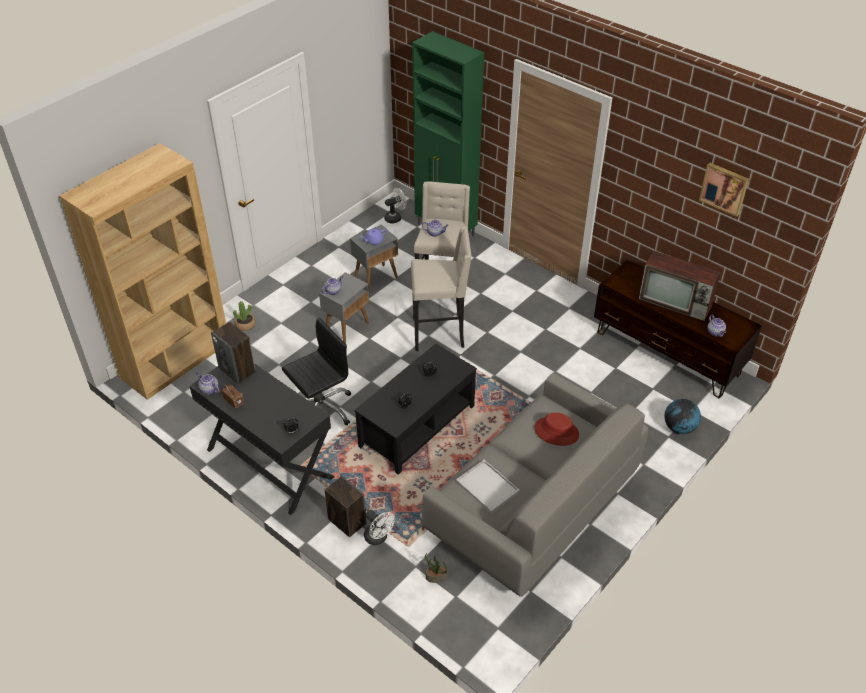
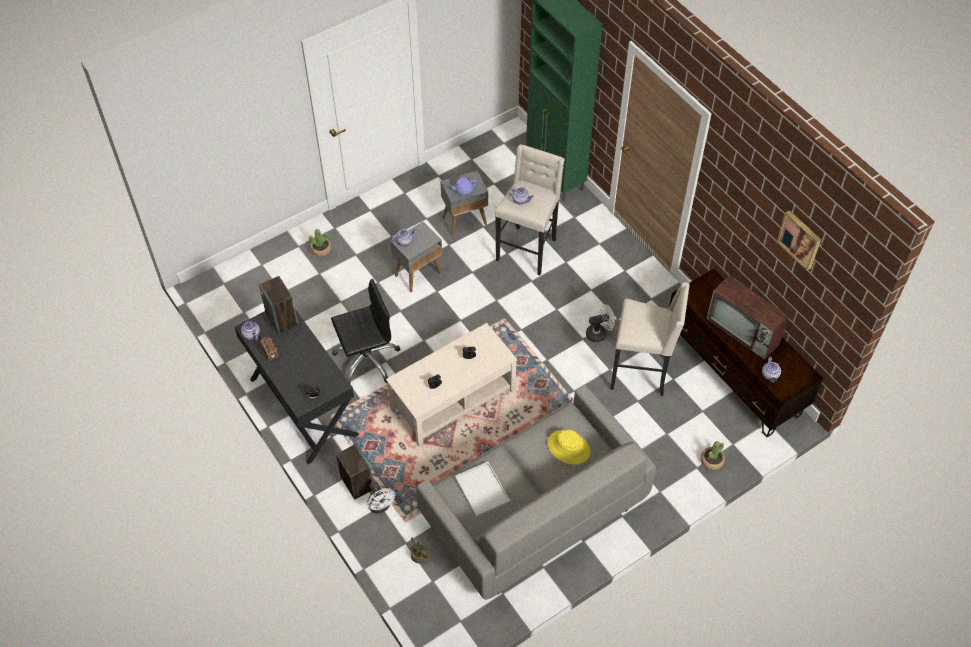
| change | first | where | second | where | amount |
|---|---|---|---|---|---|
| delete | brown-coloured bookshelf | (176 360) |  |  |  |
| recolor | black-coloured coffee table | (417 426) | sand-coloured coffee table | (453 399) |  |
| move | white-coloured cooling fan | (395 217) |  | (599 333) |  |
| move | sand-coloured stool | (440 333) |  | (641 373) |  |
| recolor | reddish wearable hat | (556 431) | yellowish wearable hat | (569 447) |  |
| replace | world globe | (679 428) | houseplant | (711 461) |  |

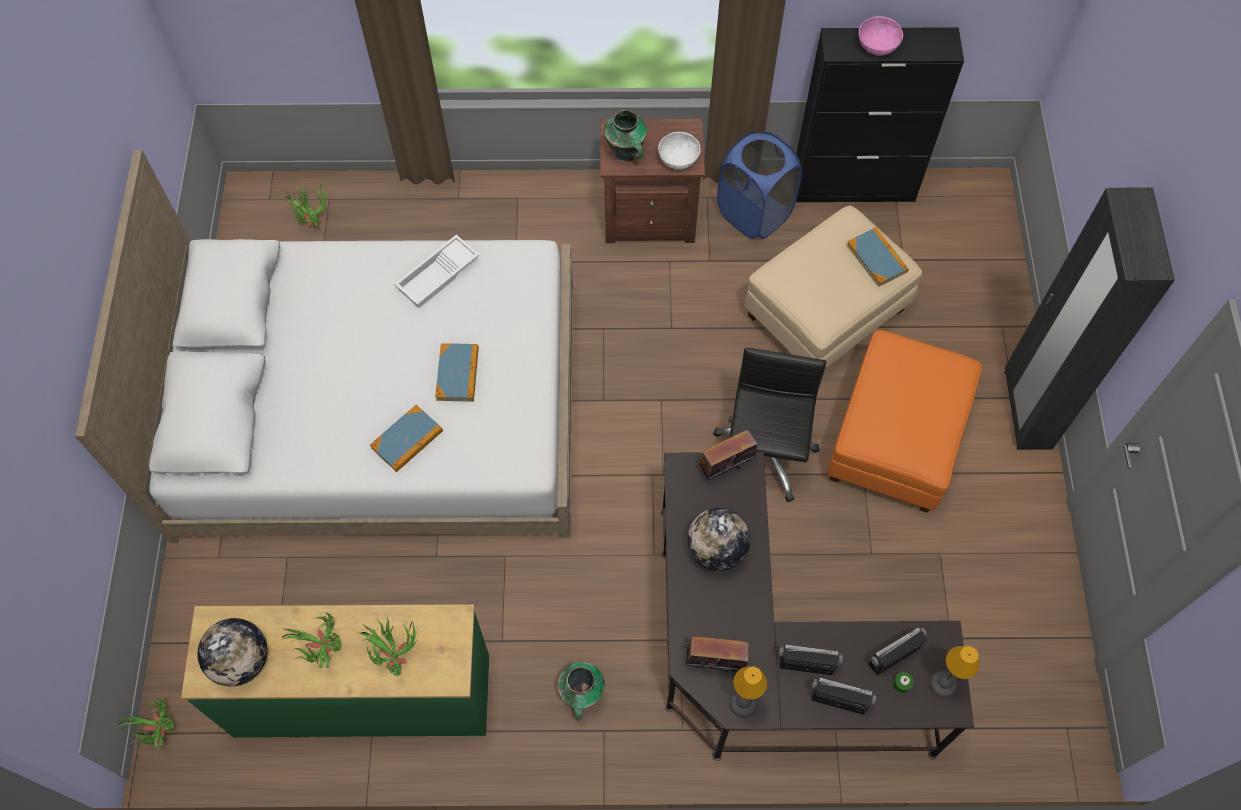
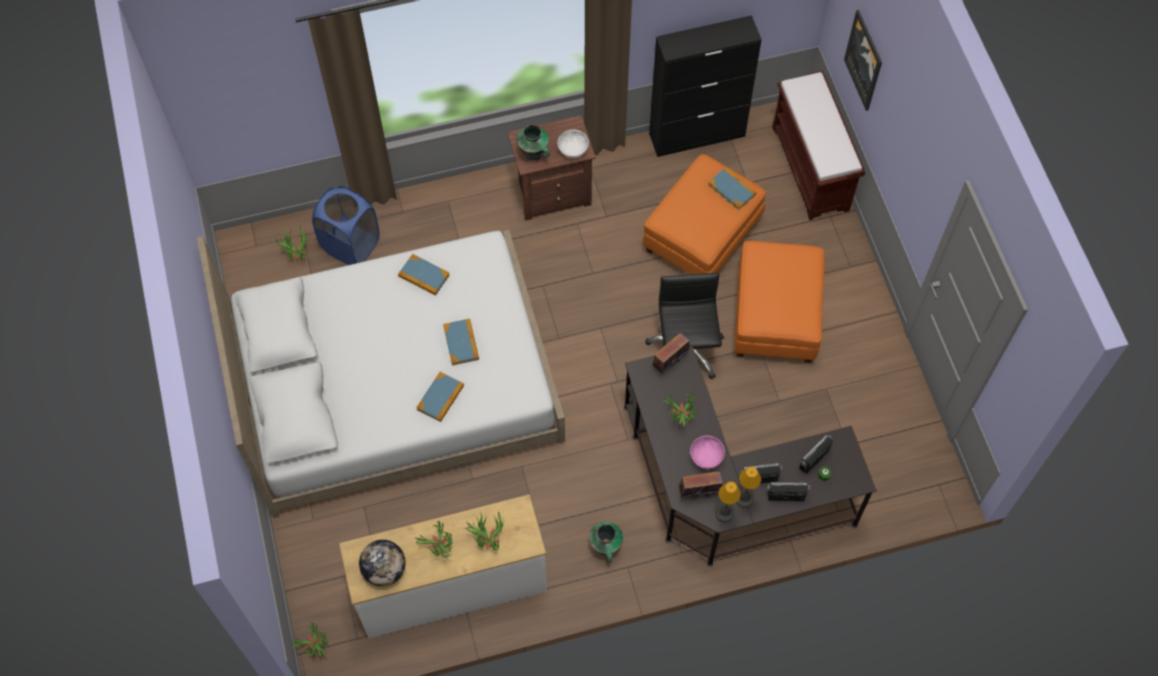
| change | first | where | second | where | amount |
|---|---|---|---|---|---|
| recolor | green-coloured dresser | (363 696) | white-coloured dresser | (451 588) |  |
| replace | white-coloured carrying tray | (438 276) | book | (424 276) |  |
| replace | world globe | (716 550) | houseplant | (679 419) |  |
| move | blue-coloured washing basket | (754 213) |  | (351 245) |  |
| recolor | sand-coloured ottoman | (826 314) | orangey ottoman | (702 237) |  |
| move | pinkish serving bowl | (877 45) |  | (706 457) |  |
| move | tabletop lamp | (943 685) |  | (744 499) |  |
| delete | black-coloured armoire | (1026 410) |  |  |  |
| insert |  |  | brown-coloured indoor bench | (811 169) |  |
| insert |  |  | wall art | (864 60) |  |

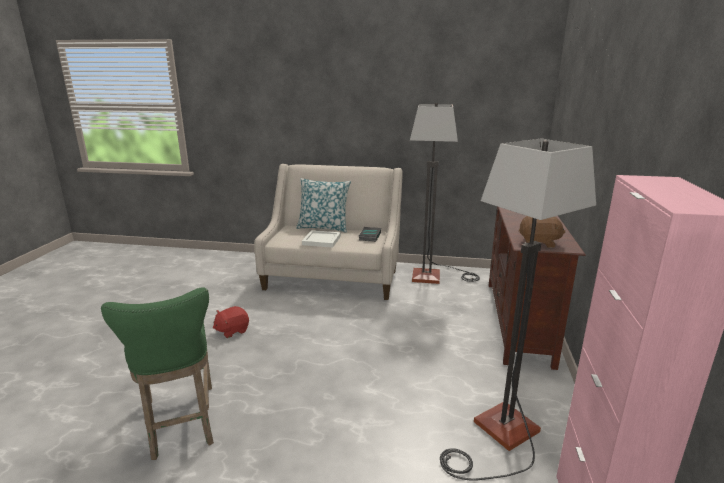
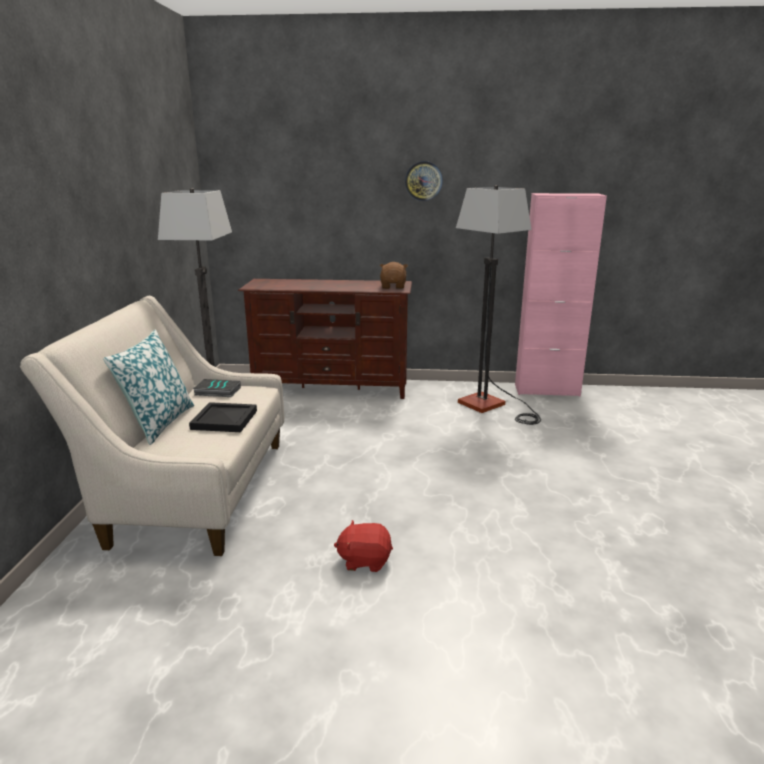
| change | first | where | second | where | amount |
|---|---|---|---|---|---|
| delete | green-coloured stool | (181 424) |  |  |  |
| rotate | reddish plush toy | (232 330) |  | (365 560) | 135 degrees clockwise |
| recolor | white-coloured carrying tray | (321 240) | black-coloured carrying tray | (223 420) |  |
| insert |  |  | hanging clock | (423 181) |  |

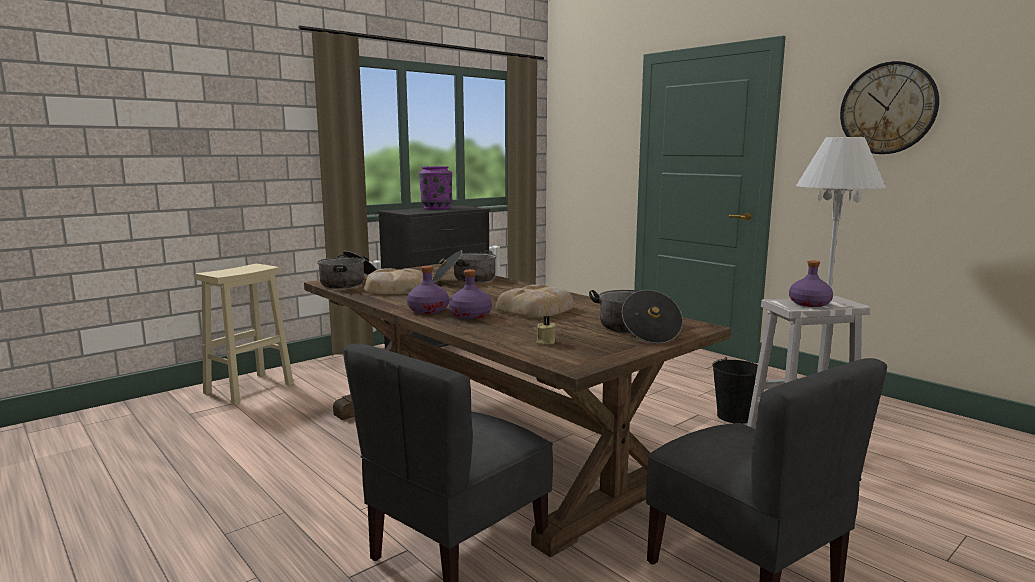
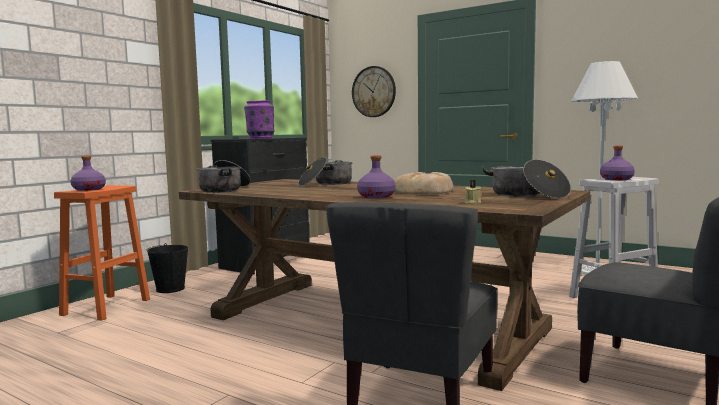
| change | first | where | second | where | amount |
|---|---|---|---|---|---|
| recolor | sand-coloured stool | (250 388) | orangey stool | (107 306) |  |
| delete | bread | (394 289) |  |  |  |
| move | purple drink bottle | (428 310) |  | (89 189) |  |
| move | black-coloured water bucket | (734 416) |  | (170 289) |  |
| move | hanging clock | (888 108) |  | (374 91) |  |

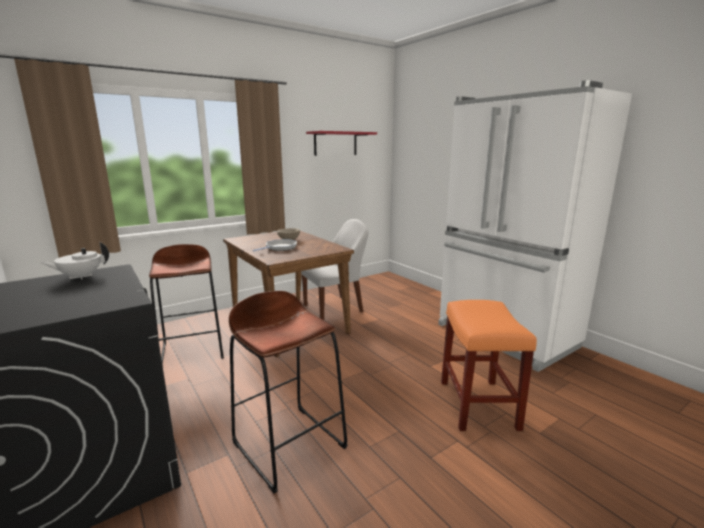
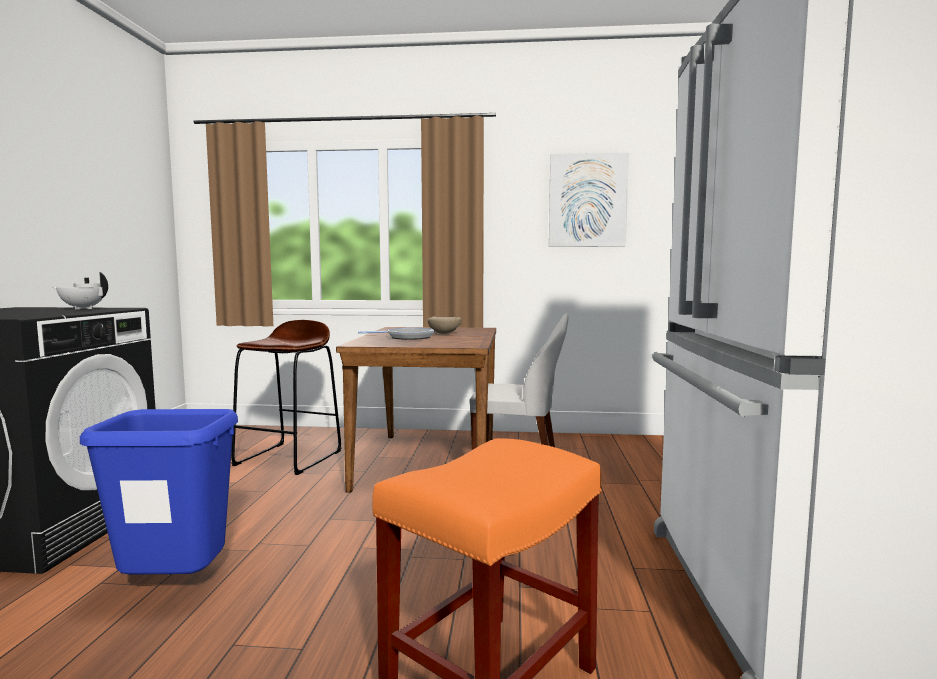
| change | first | where | second | where | amount |
|---|---|---|---|---|---|
| replace | brown-coloured stool | (289 444) | blue-coloured trash can | (176 589) |  |
| replace | reddish shelf | (335 143) | wall art | (587 201) |  |

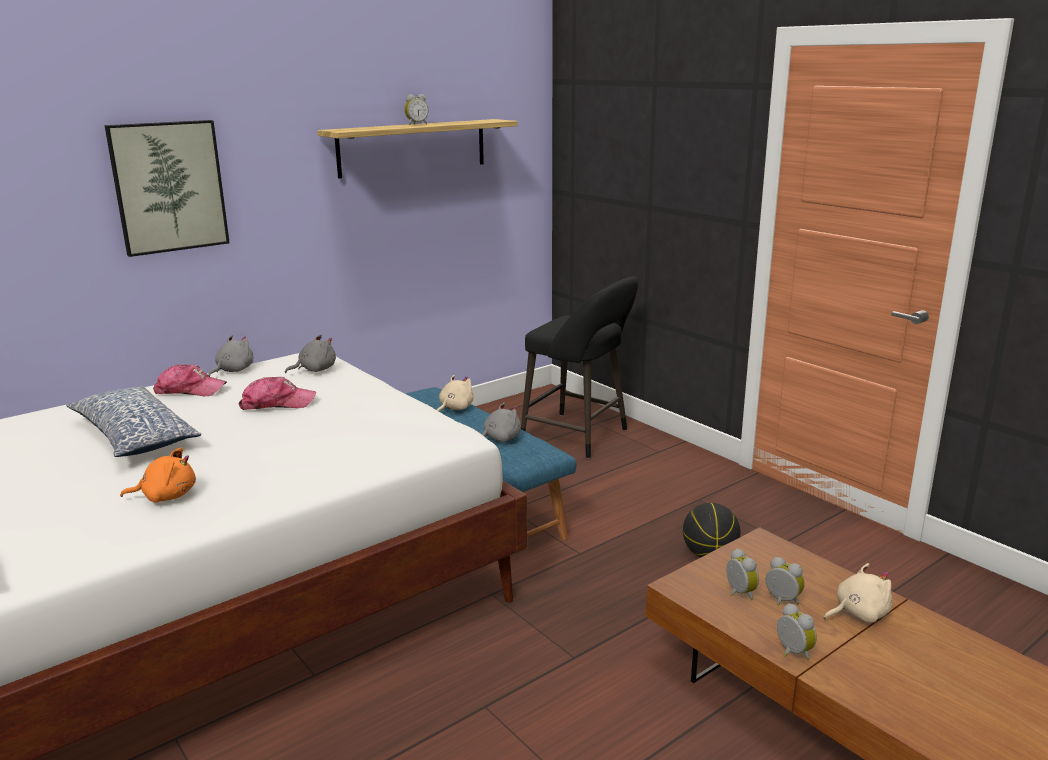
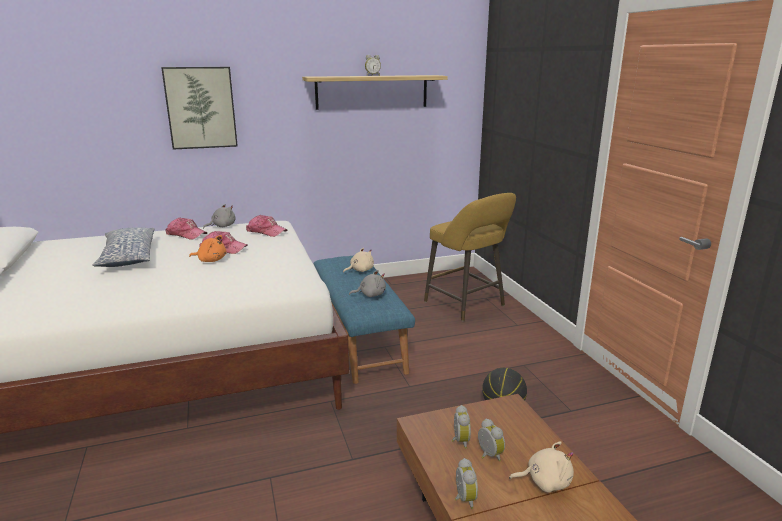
| change | first | where | second | where | amount |
|---|---|---|---|---|---|
| move | orangey plush toy | (166 496) |  | (211 260) |  |
| replace | greyish plush toy | (315 370) | peaked cap | (266 232) |  |
| recolor | black-coloured stool | (580 437) | yellowish stool | (467 305) |  |

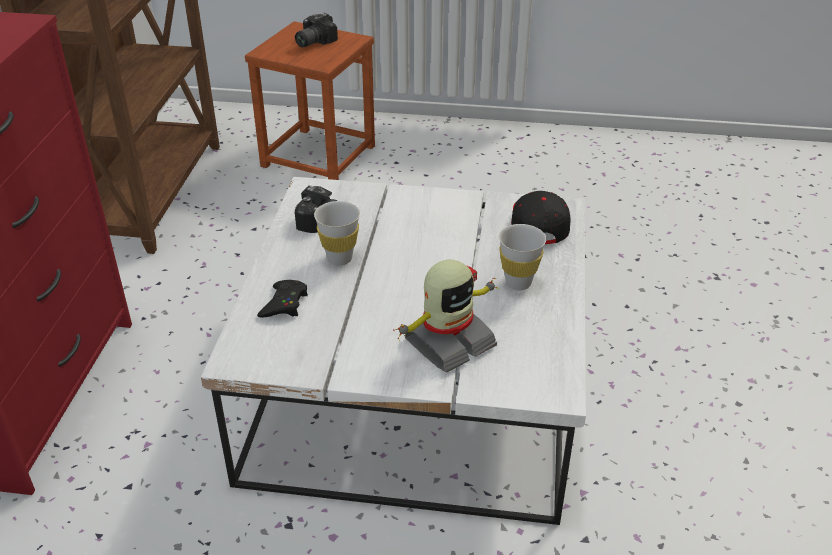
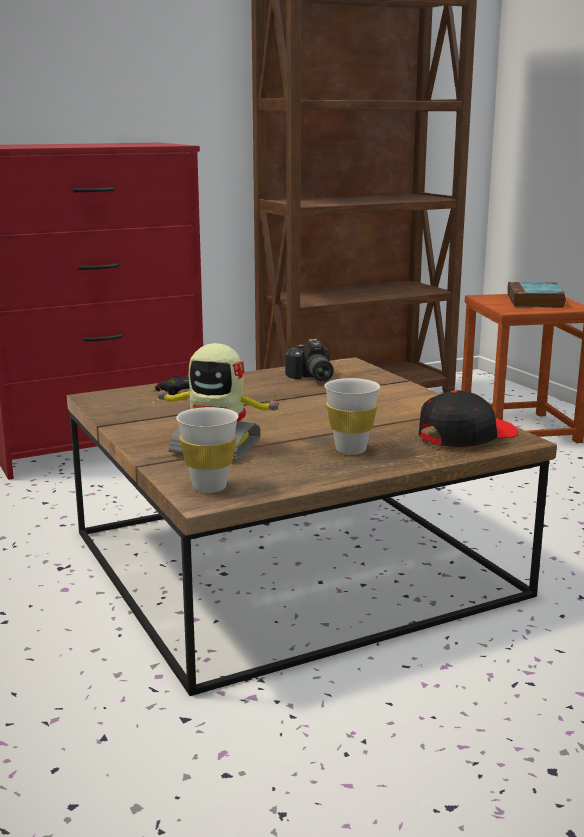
| change | first | where | second | where | amount |
|---|---|---|---|---|---|
| recolor | white-coloured coffee table | (412 385) | brown-coloured coffee table | (287 562) |  |
| replace | still camera | (312 42) | book | (535 301) |  |
| move | white-coloured small cup | (339 258) |  | (209 487) |  |

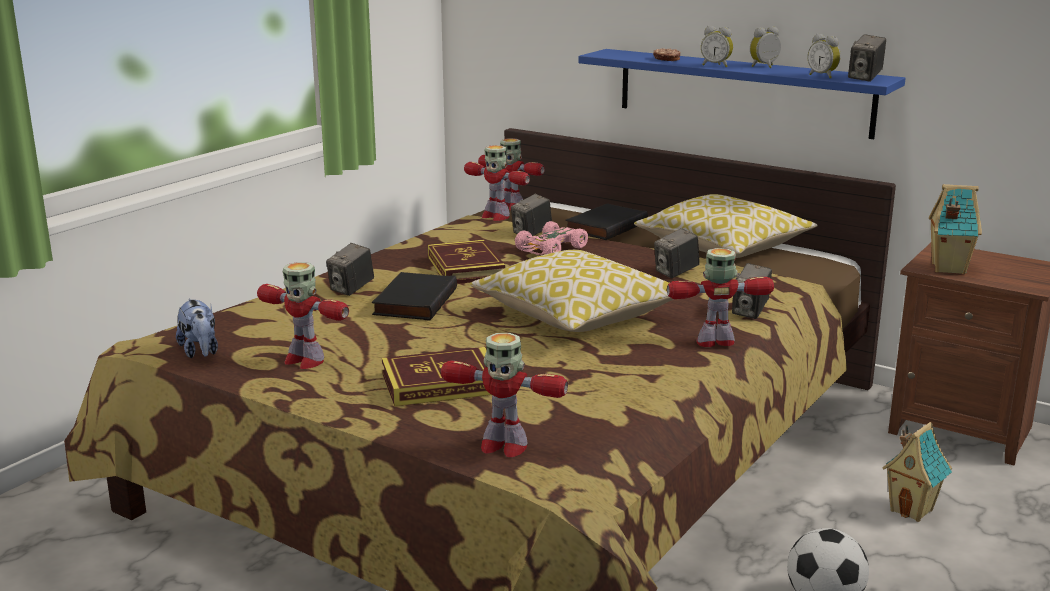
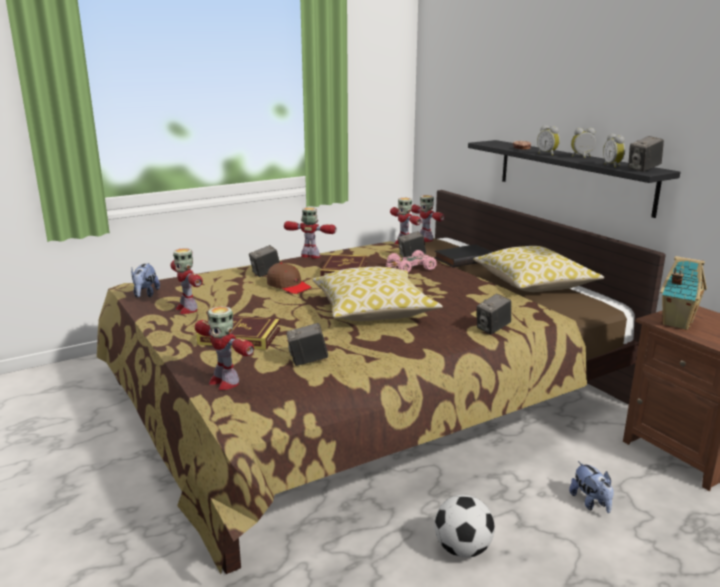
| change | first | where | second | where | amount |
|---|---|---|---|---|---|
| replace | black-coloured book | (413 301) | brown-coloured peaked cap | (288 286) |  |
| recolor | blue-coloured shelf | (742 92) | black-coloured shelf | (573 175) |  |
| move | still camera | (676 273) |  | (307 361) |  |
| move | toy robot | (716 342) |  | (311 256) |  |
| replace | model house | (912 510) | plush toy | (591 503) |  |

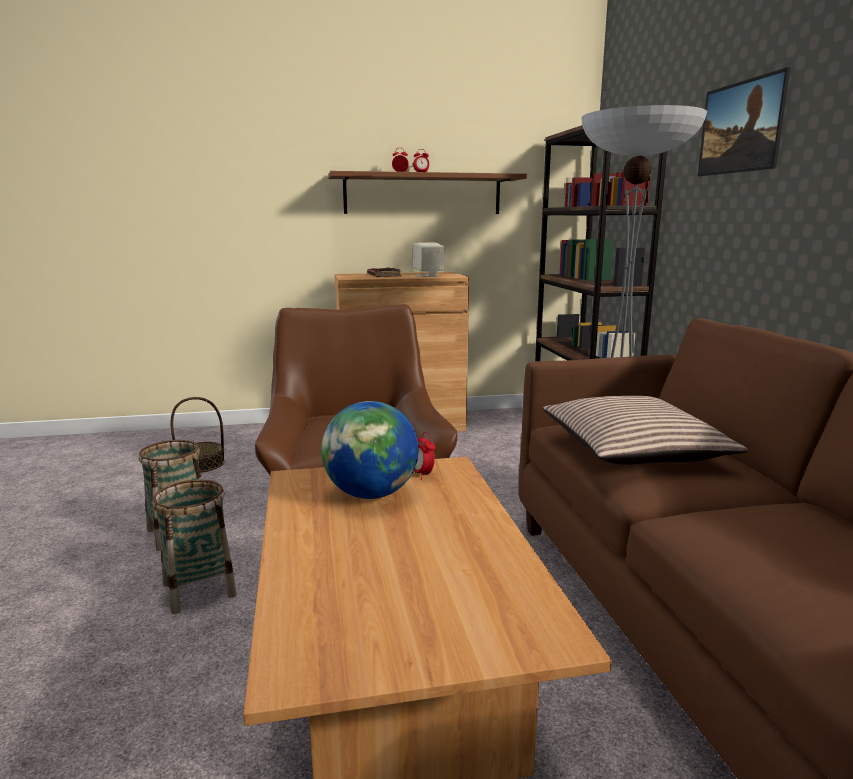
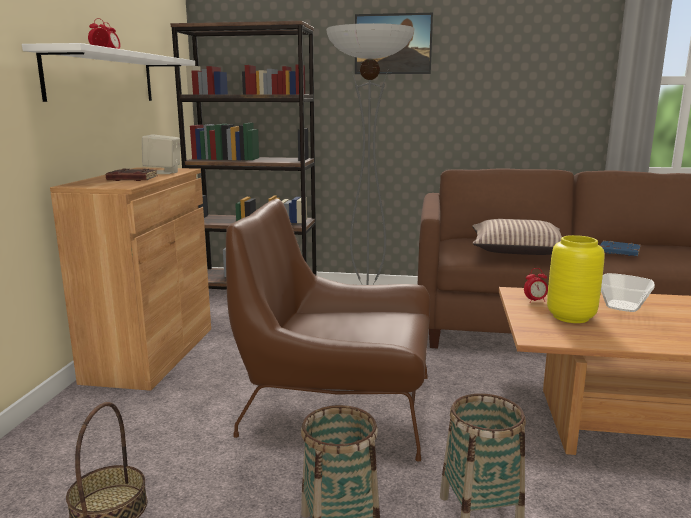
| change | first | where | second | where | amount |
|---|---|---|---|---|---|
| replace | world globe | (371 494) | yellowish vase | (571 317) |  |
| recolor | brown-coloured shelf | (423 194) | white-coloured shelf | (102 77) |  |
| insert |  |  | blue-coloured book | (618 252) |  |
| insert |  |  | serving bowl | (623 306) |  |

